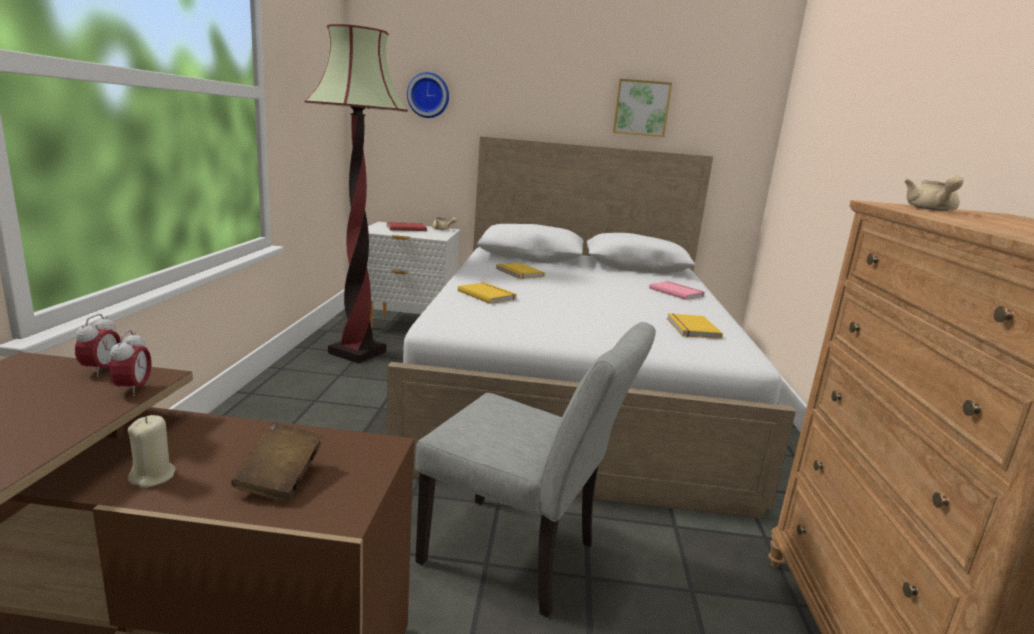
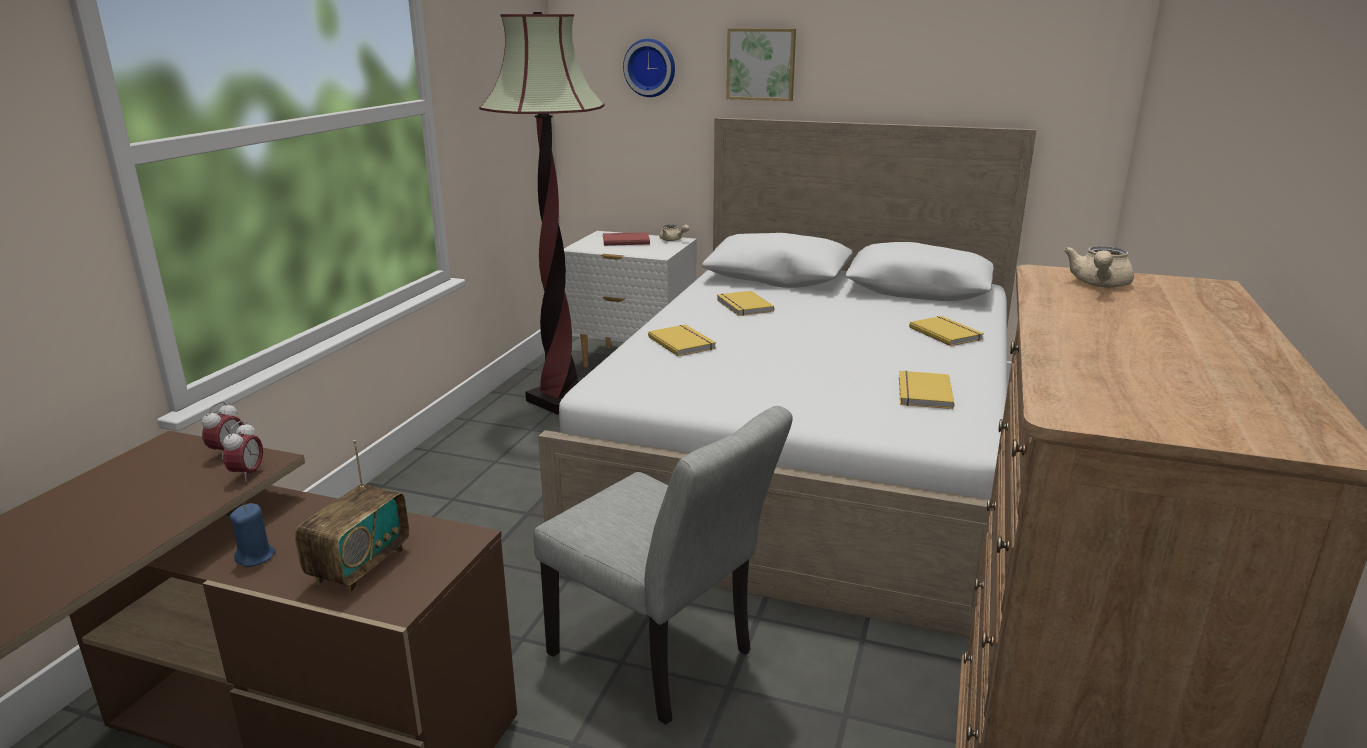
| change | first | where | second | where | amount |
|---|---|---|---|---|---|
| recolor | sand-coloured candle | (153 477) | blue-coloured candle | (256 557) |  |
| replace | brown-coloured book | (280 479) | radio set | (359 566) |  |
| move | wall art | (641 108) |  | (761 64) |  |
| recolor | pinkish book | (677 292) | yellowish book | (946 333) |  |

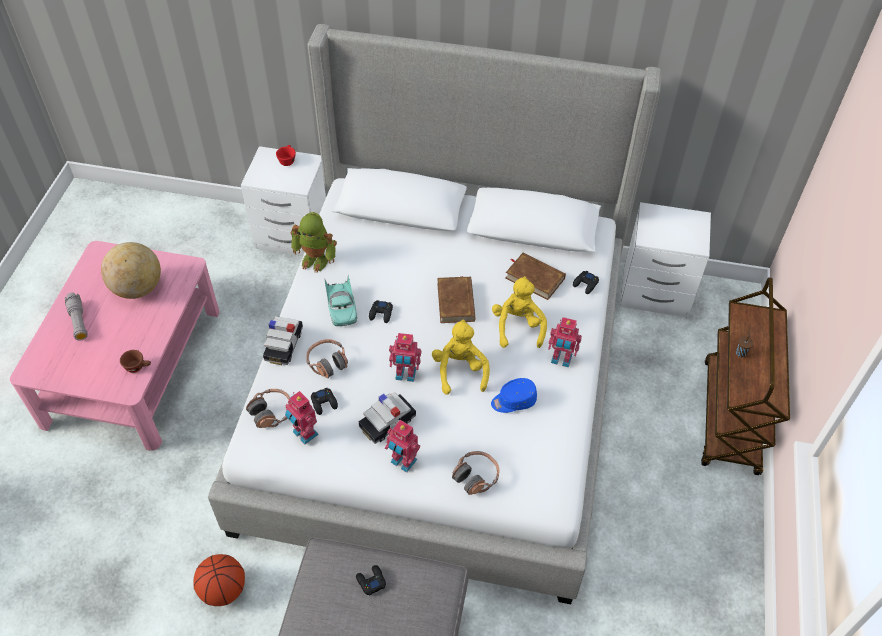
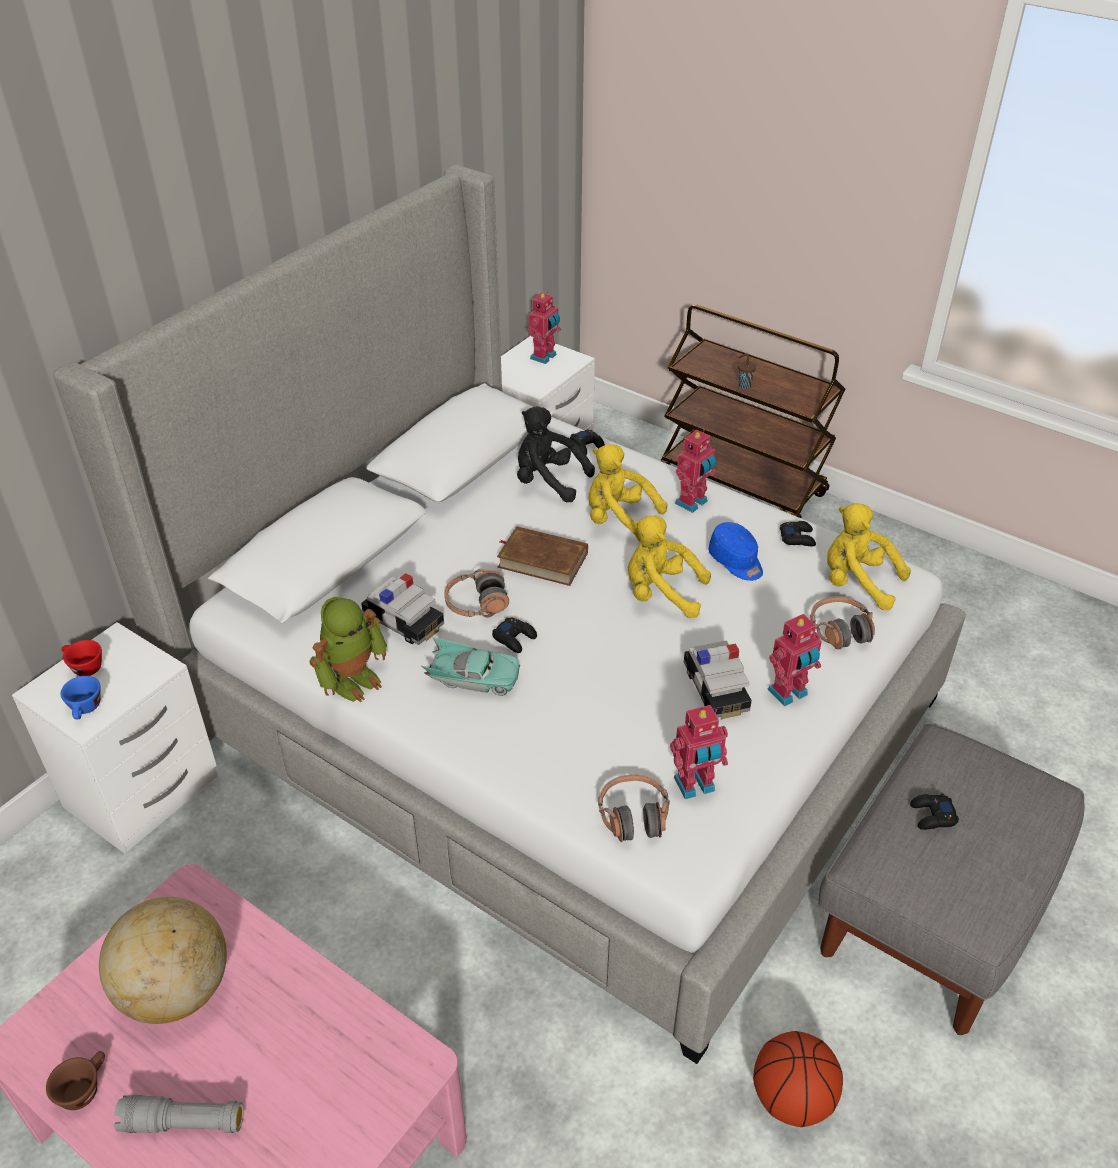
| change | first | where | second | where | amount |
|---|---|---|---|---|---|
| move | brown-coloured small cup | (138 367) |  | (84 1087) |  |
| move | model car | (284 345) |  | (404 622) |  |
| move | headphones | (327 362) |  | (476 604) |  |
| move | black-coloured joypad | (324 403) |  | (797 538) |  |
| move | toy robot | (405 375) |  | (544 357) |  |
| rotate | blue-coloured peaked cap | (513 401) |  | (736 561) | 45 degrees counterclockwise |
| replace | brown-coloured book | (535 278) | black-coloured plush toy | (548 481) |  |
| insert |  |  | blue-coloured small cup | (86 709) |  |
| insert |  |  | yellowish plush toy | (857 583) |  |

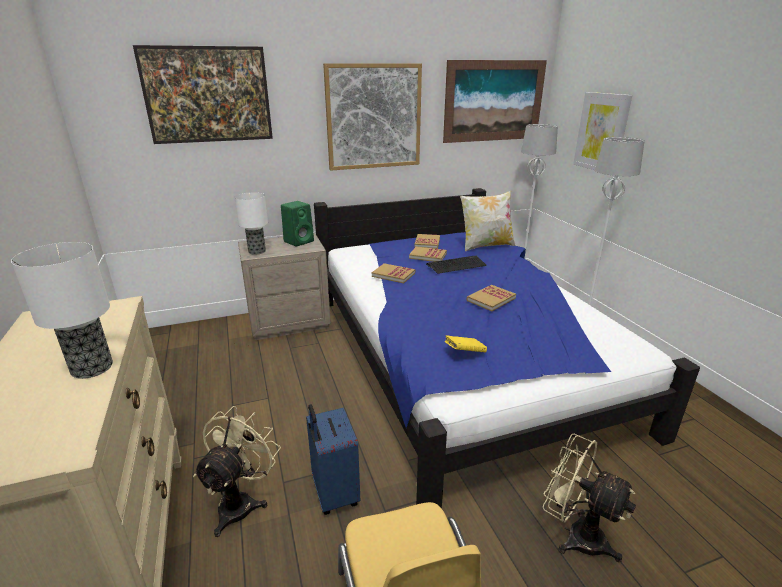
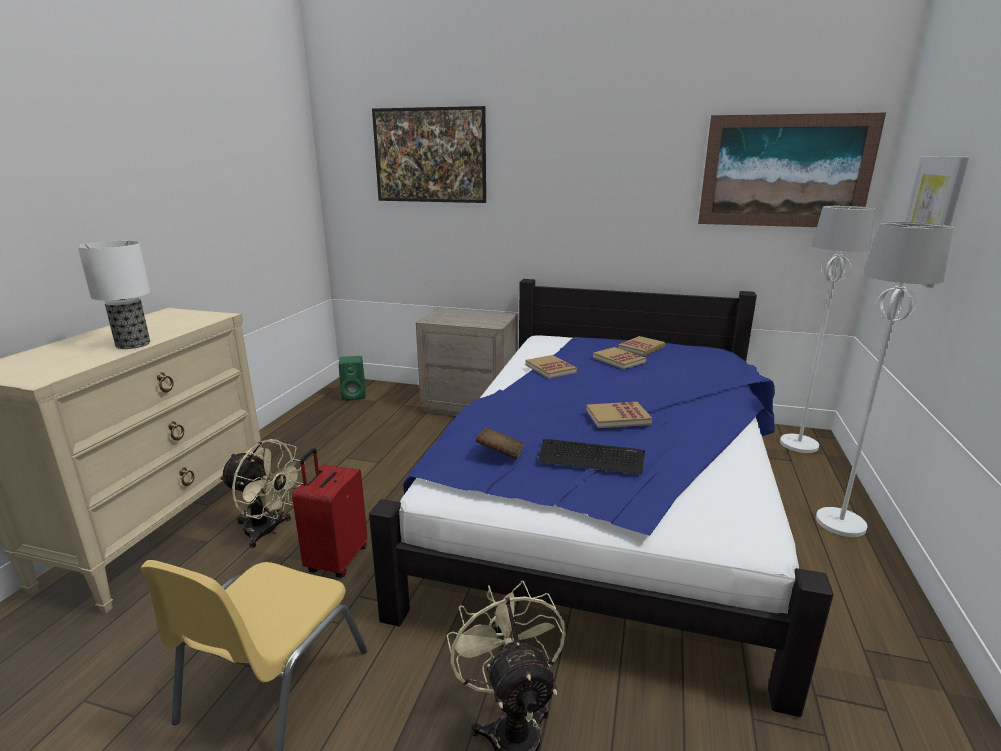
| change | first | where | second | where | amount |
|---|---|---|---|---|---|
| rotate | sand-coloured cooling fan | (241 502) |  | (268 531) | 60 degrees clockwise |
| delete | tabletop lamp | (257 251) |  |  |  |
| move | green-coloured speaker | (299 241) |  | (355 395) |  |
| recolor | blue-coloured piece of luggage | (333 494) | reddish piece of luggage | (336 560) |  |
| delete | wall art | (374 117) |  |  |  |
| move | computer keyboard | (456 265) |  | (591 457) |  |
| recolor | yellowish book | (464 352) | brown-coloured book | (500 454) |  |
| delete | pillow | (486 246) |  |  |  |

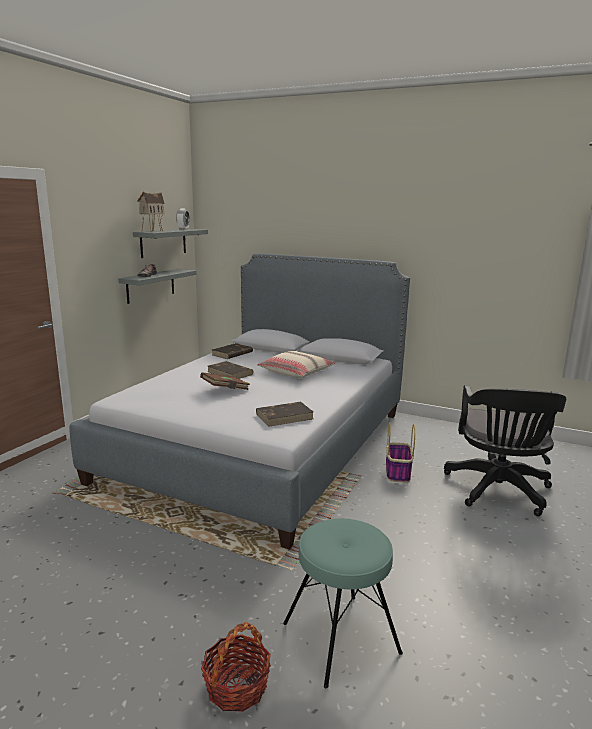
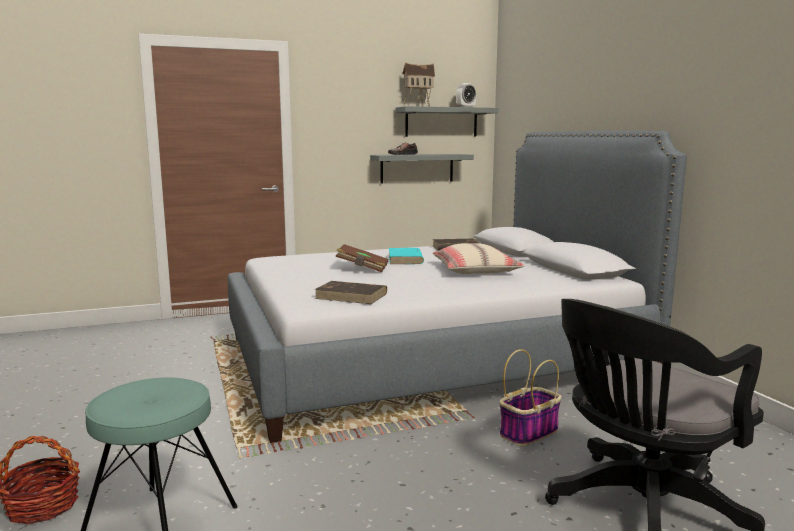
| change | first | where | second | where | amount |
|---|---|---|---|---|---|
| recolor | brown-coloured book | (230 373) | blue-green book | (405 259) |  |

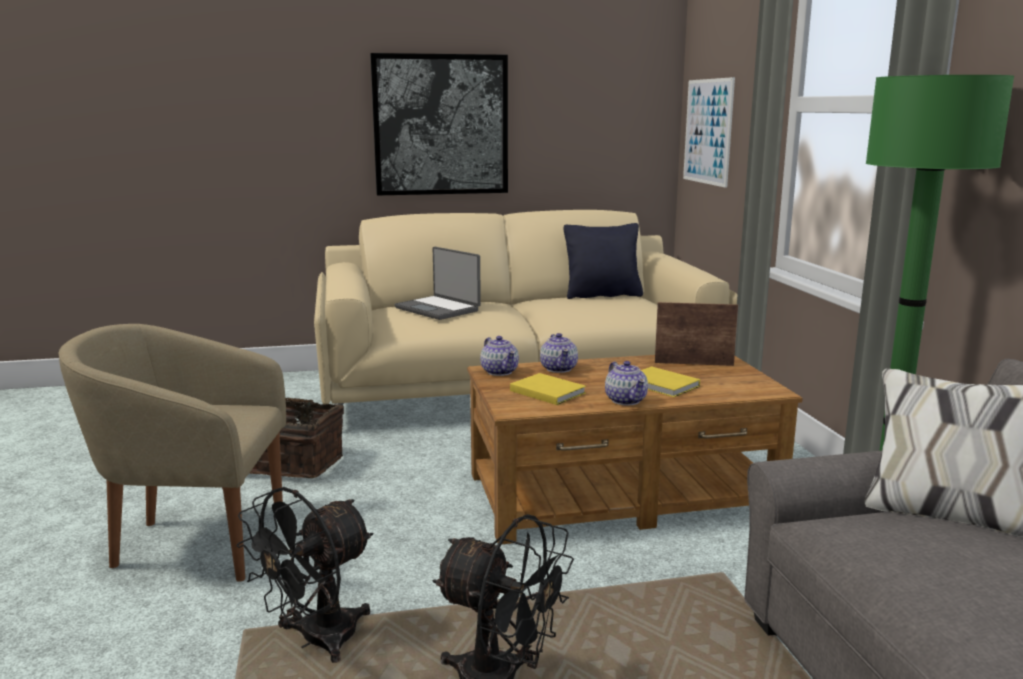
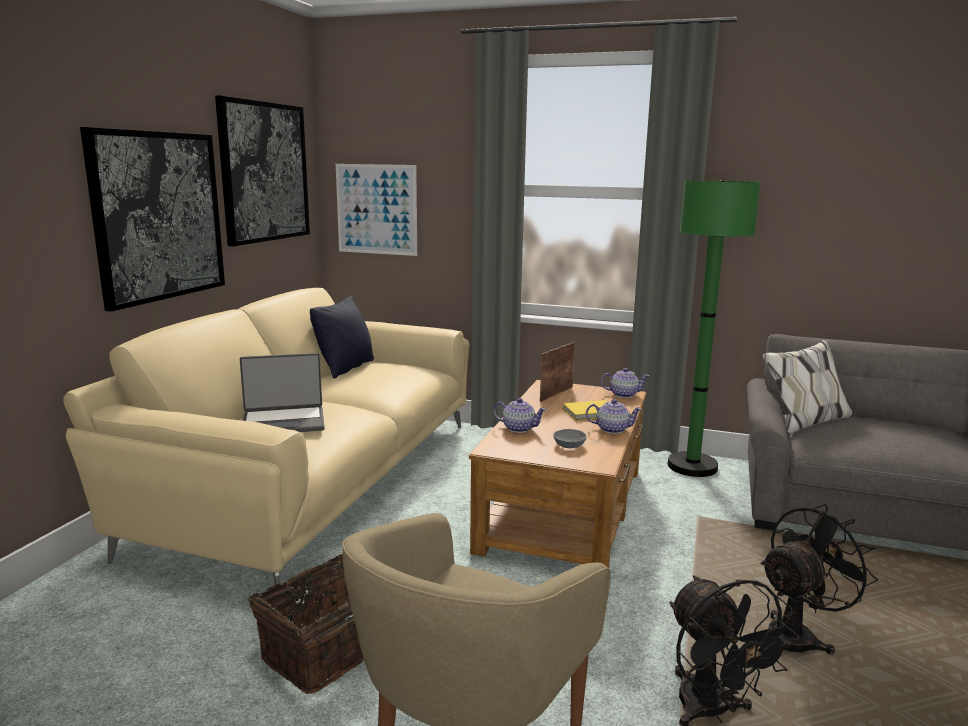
| change | first | where | second | where | amount |
|---|---|---|---|---|---|
| move | pot for tea | (499 371) |  | (623 394) |  |
| replace | yellowish book | (547 391) | greyish serving bowl | (568 445) |  |
| insert |  |  | wall art | (264 172) |  |

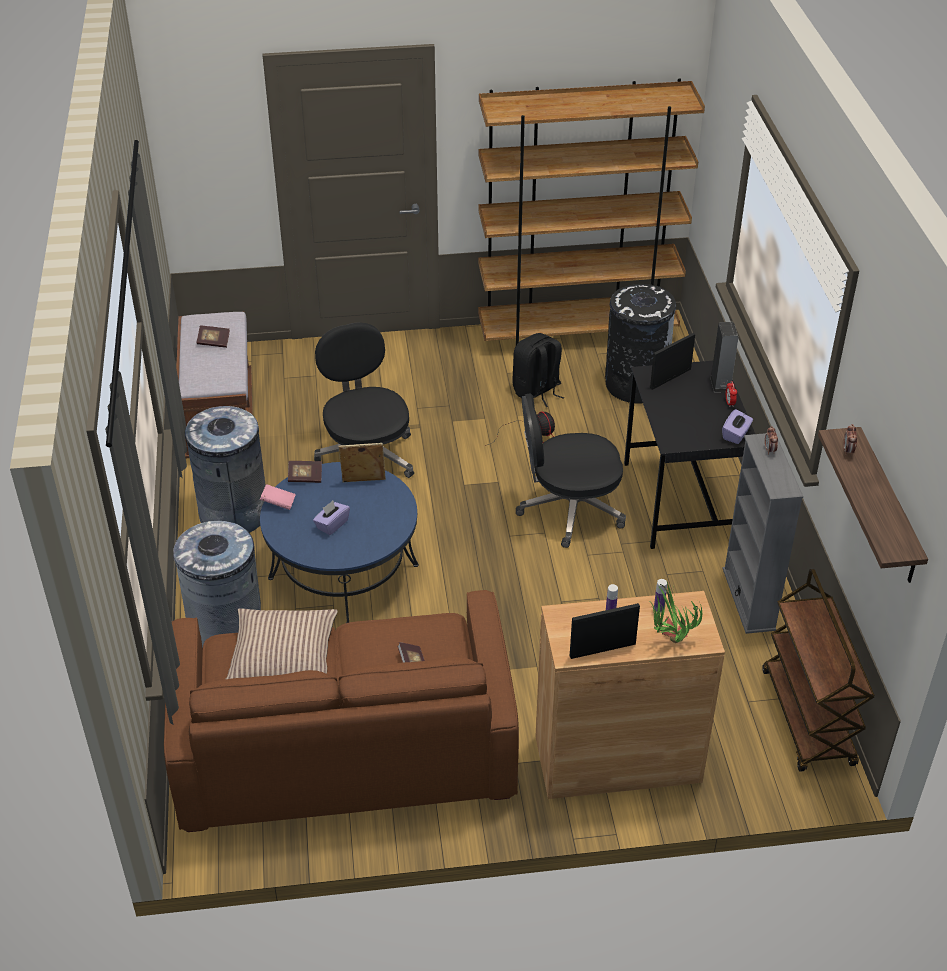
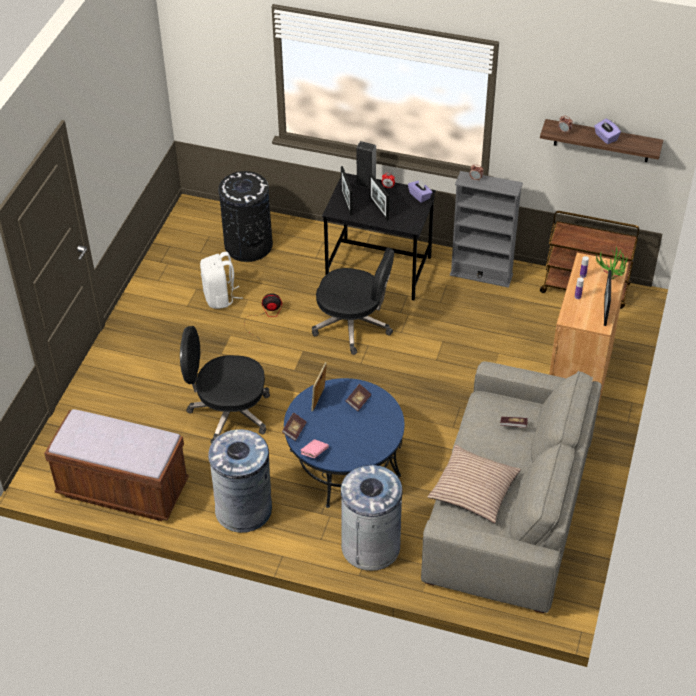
| change | first | where | second | where | amount |
|---|---|---|---|---|---|
| recolor | brown-coloured sofa | (344 748) | greyish sofa | (509 509) |  |
| move | book | (214 342) |  | (358 401) |  |
| move | purple tissue holder | (332 525) |  | (605 137) |  |
| delete | brown-coloured bookshelf | (577 335) |  |  |  |
| recolor | black-coloured rucksack | (537 391) | white-coloured rucksack | (220 297) |  |
| rotate | black-coloured desk chair | (569 510) |  | (354 325) | 90 degrees counterclockwise |
| insert |  |  | picture frame | (379 208) |  |

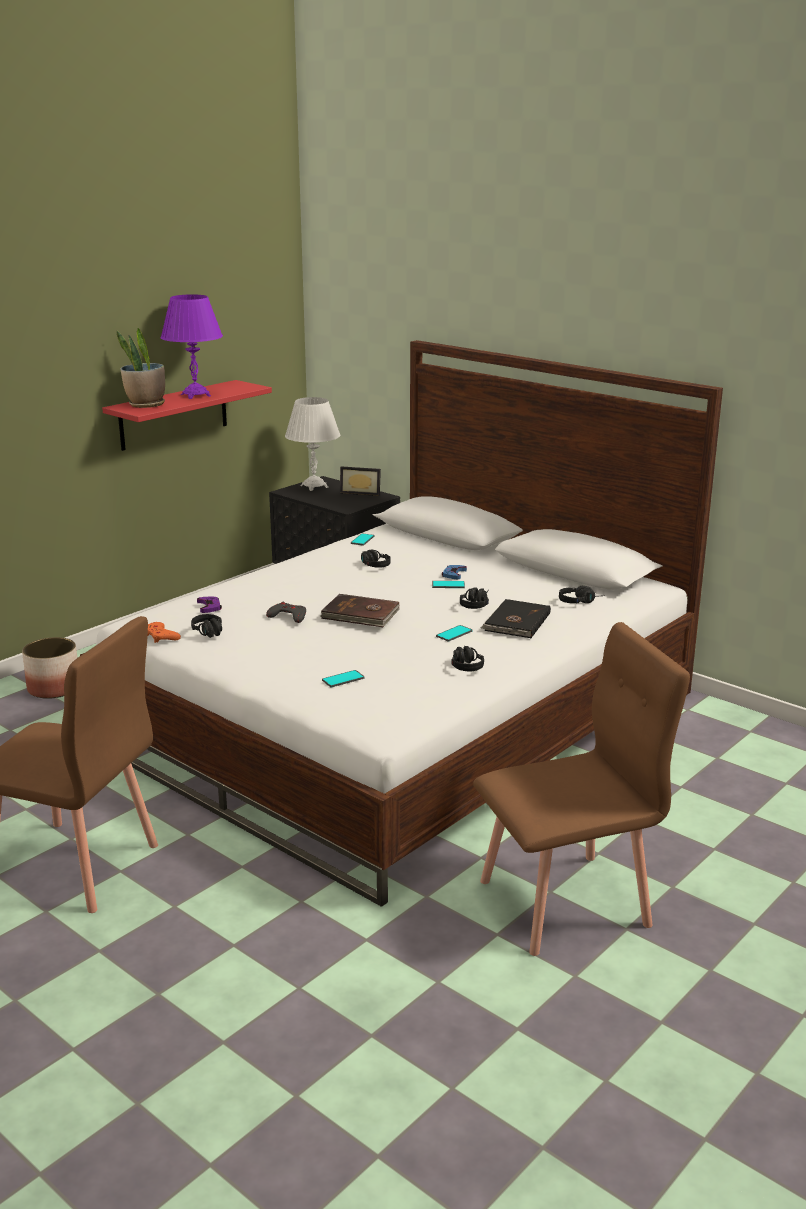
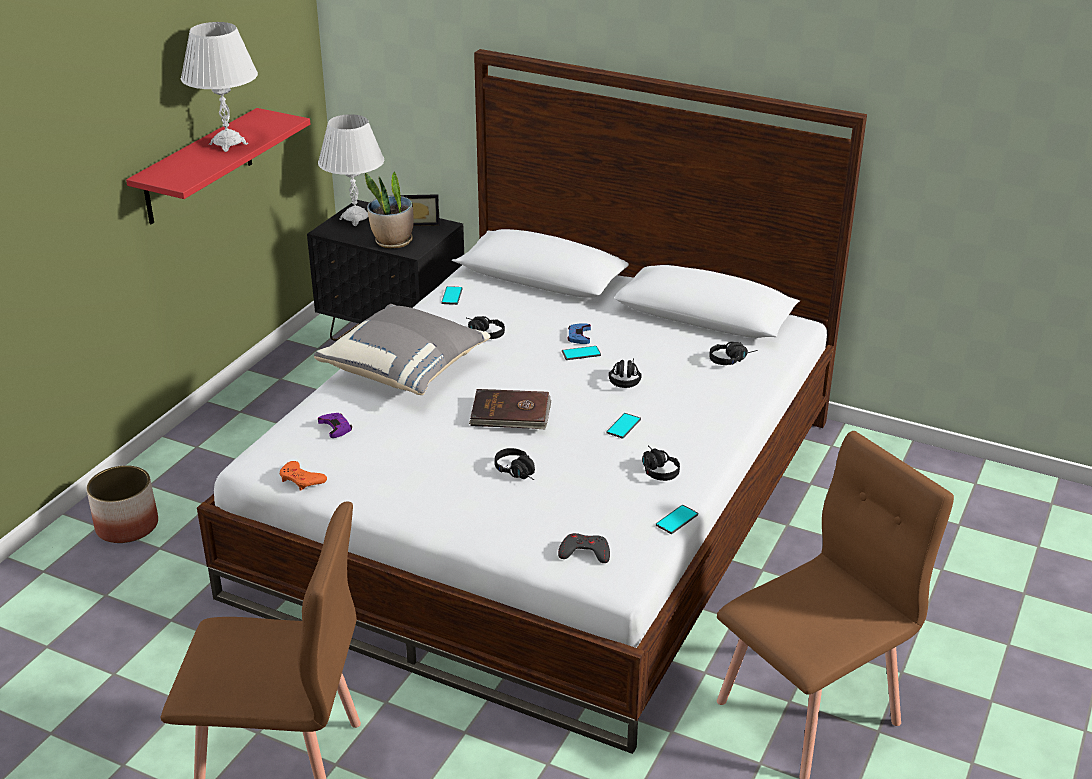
| change | first | where | second | where | amount |
|---|---|---|---|---|---|
| move | houseplant | (146 405) |  | (393 242) |  |
| recolor | purple tabletop lamp | (195 395) | white-coloured tabletop lamp | (228 144) |  |
| move | black-coloured headphones | (210 633) |  | (519 473) |  |
| move | greyish joypad | (288 616) |  | (584 552) |  |
| move | phone | (343 679) |  | (676 520) |  |
| delete | black-coloured book | (516 622) |  |  |  |
| insert |  |  | greyish pillow | (406 370) |  |

